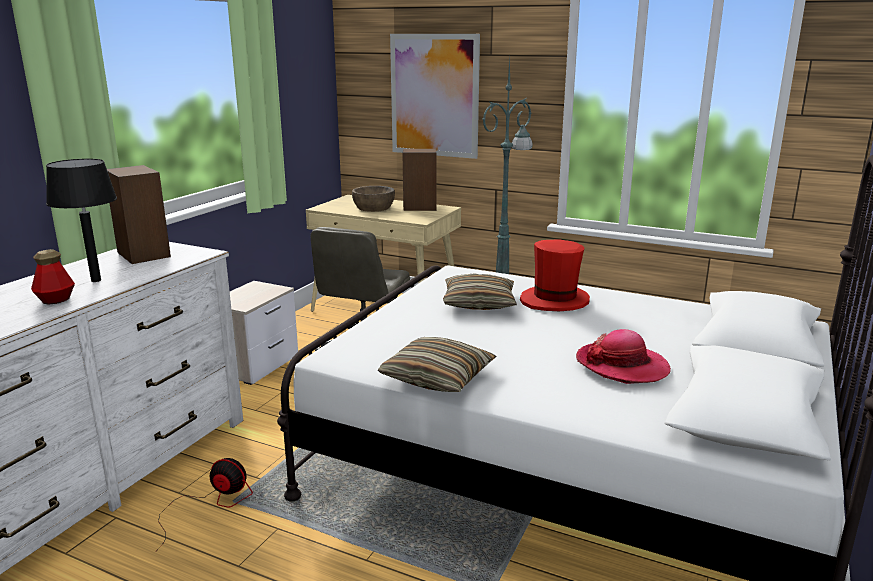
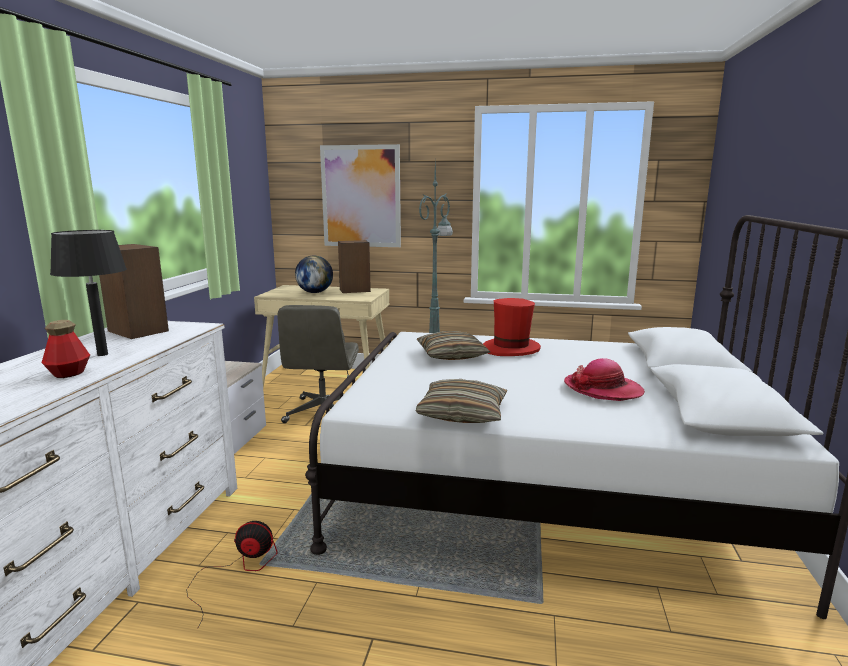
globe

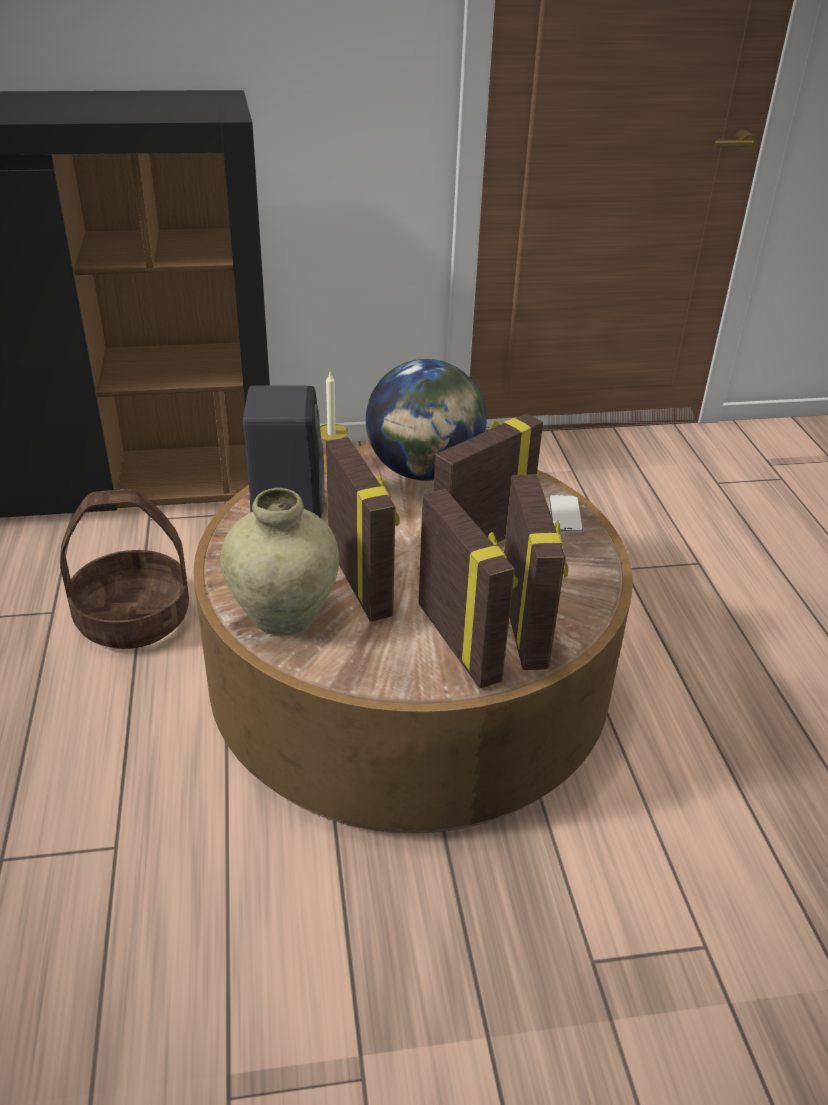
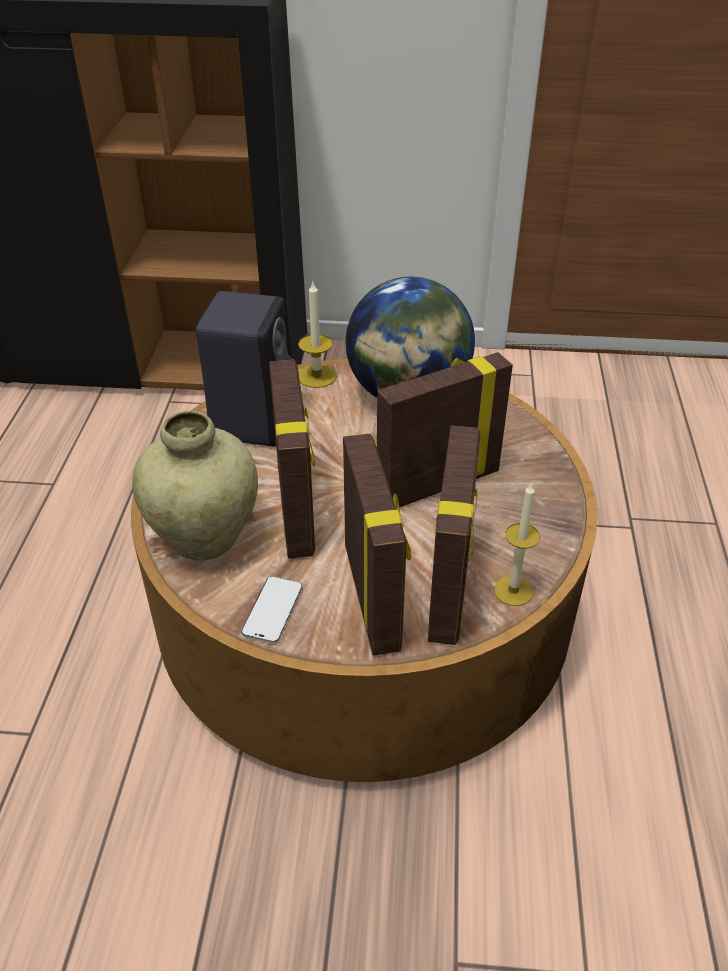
household basket
phone
wax candle (no. 2 from left)

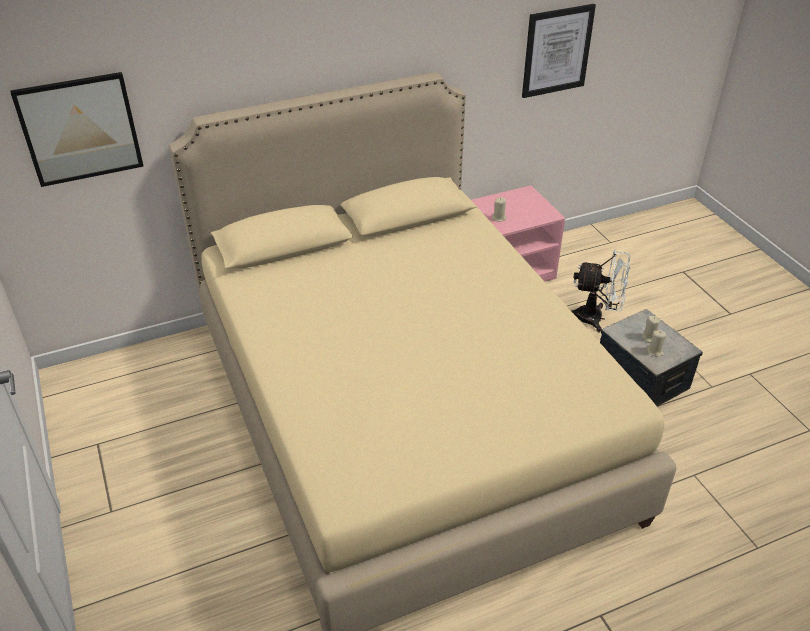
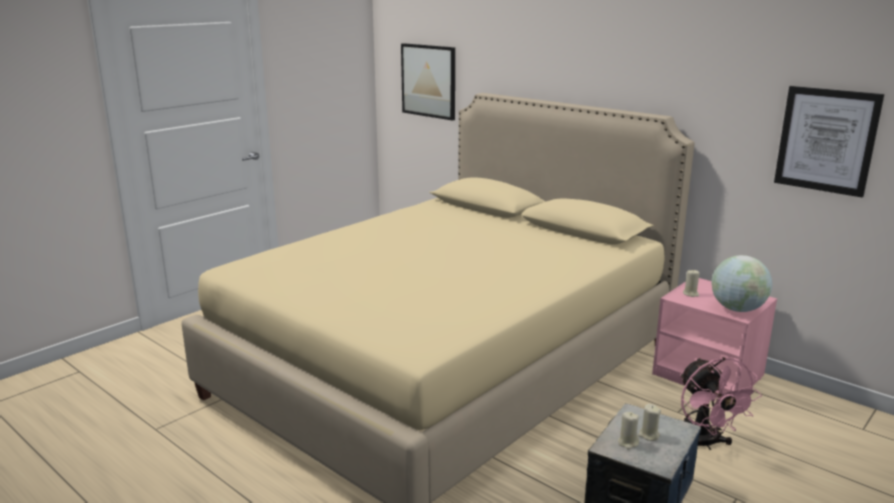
fan in pinkish
globe

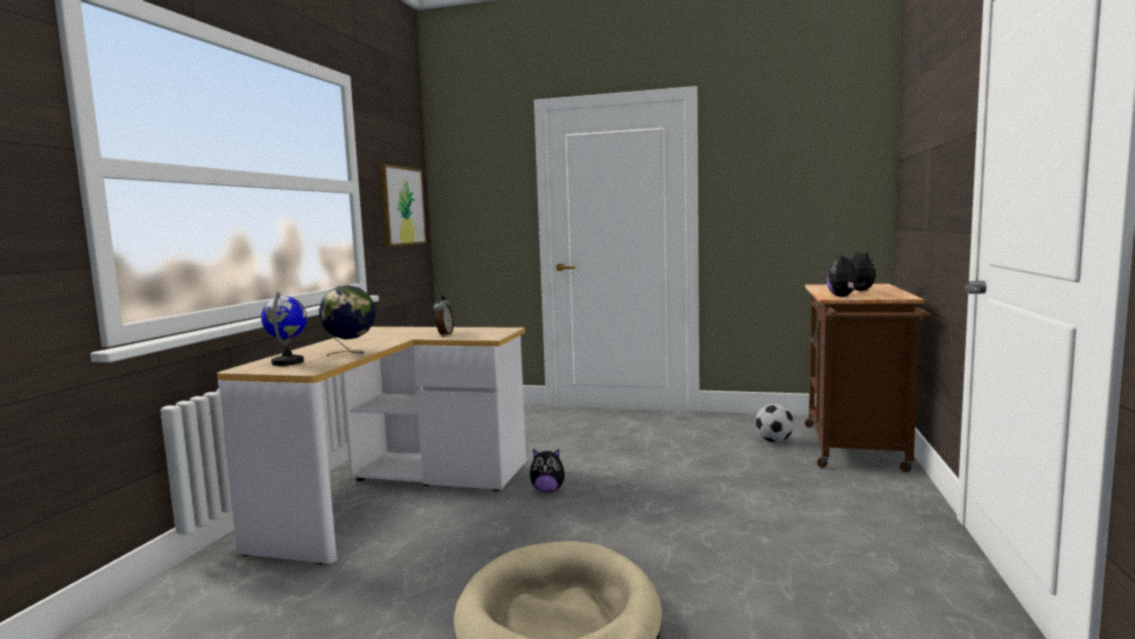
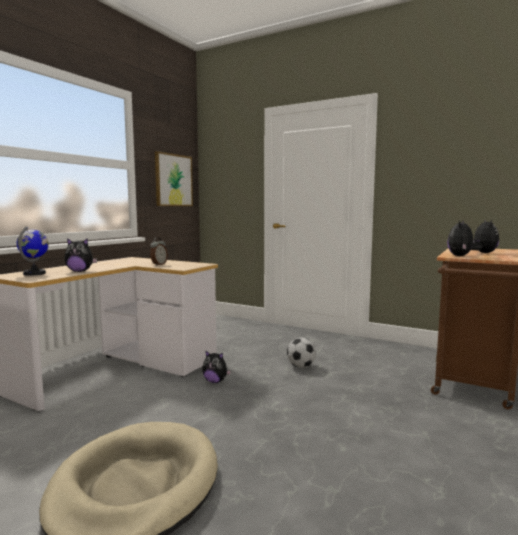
soft toy (no. 1 from left)
football ball

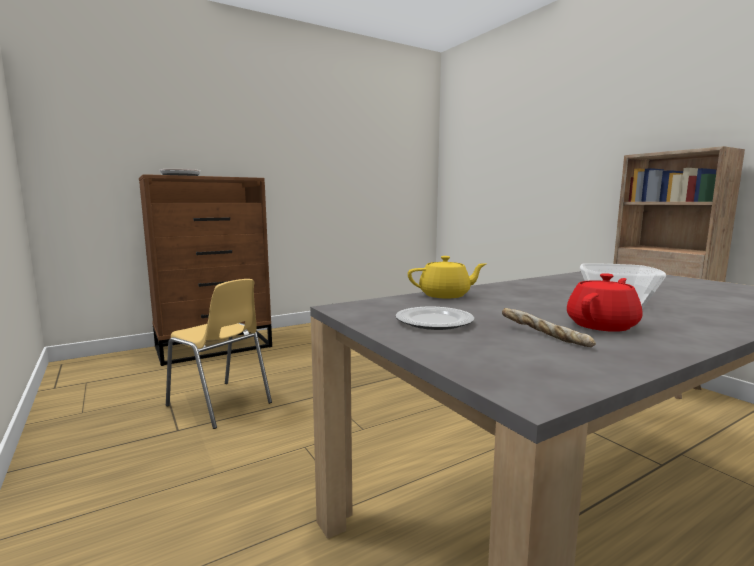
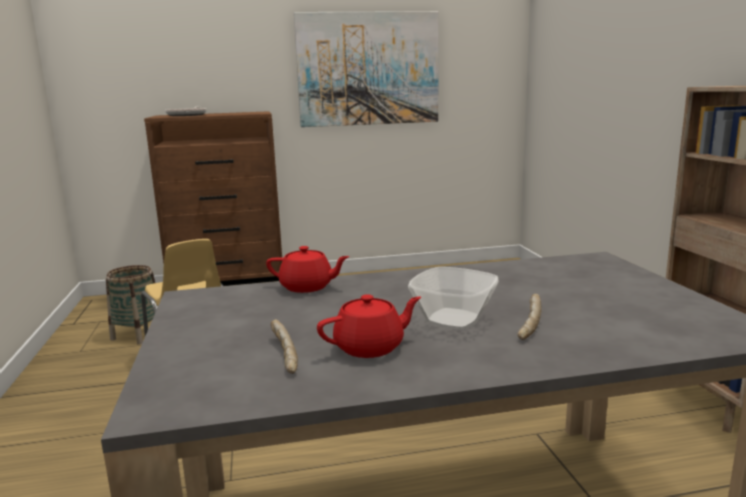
flat dish
pot for tea in red-coloured (no. 1 from left)
household basket
picture
bakery bread (no. 2 from left)

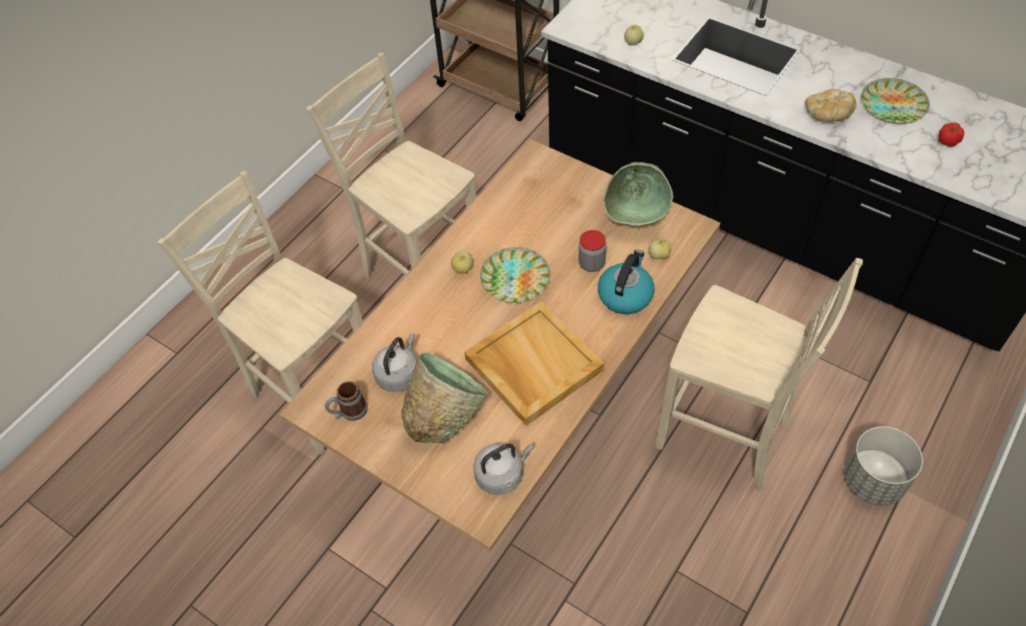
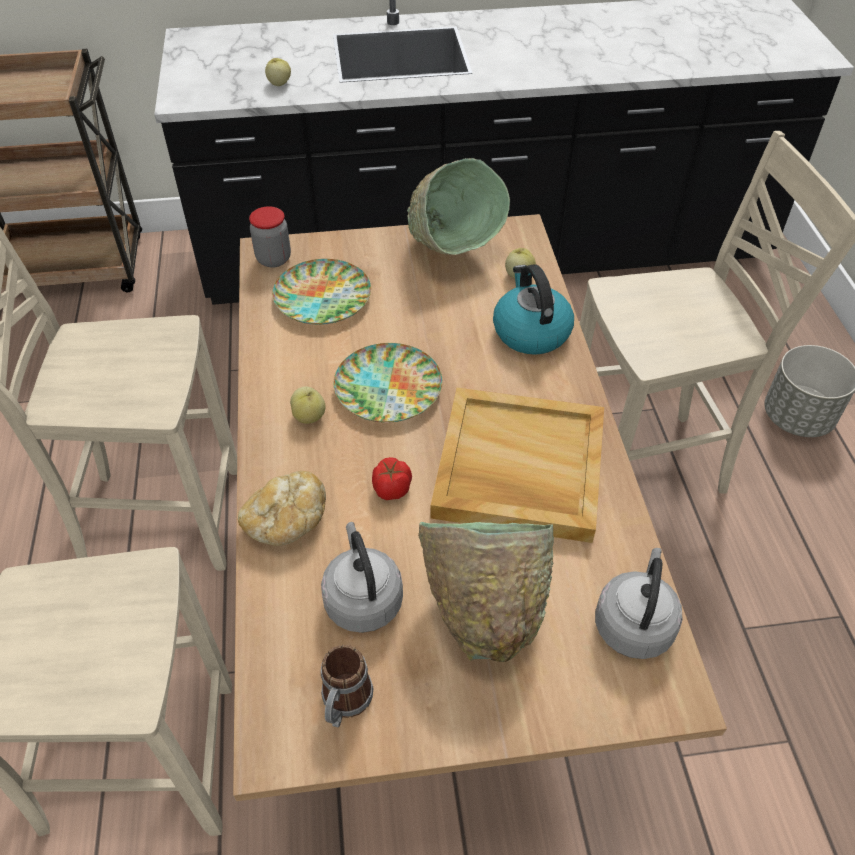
preserve jar
bakery bread
flat dish (no. 1 from left)
tomato

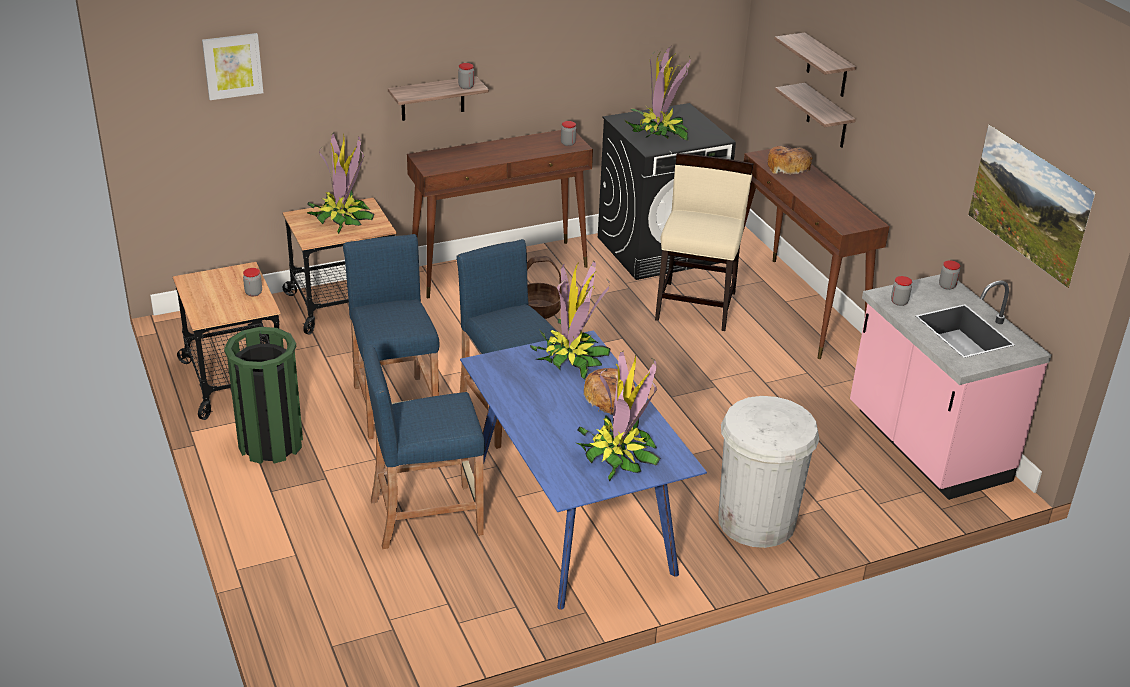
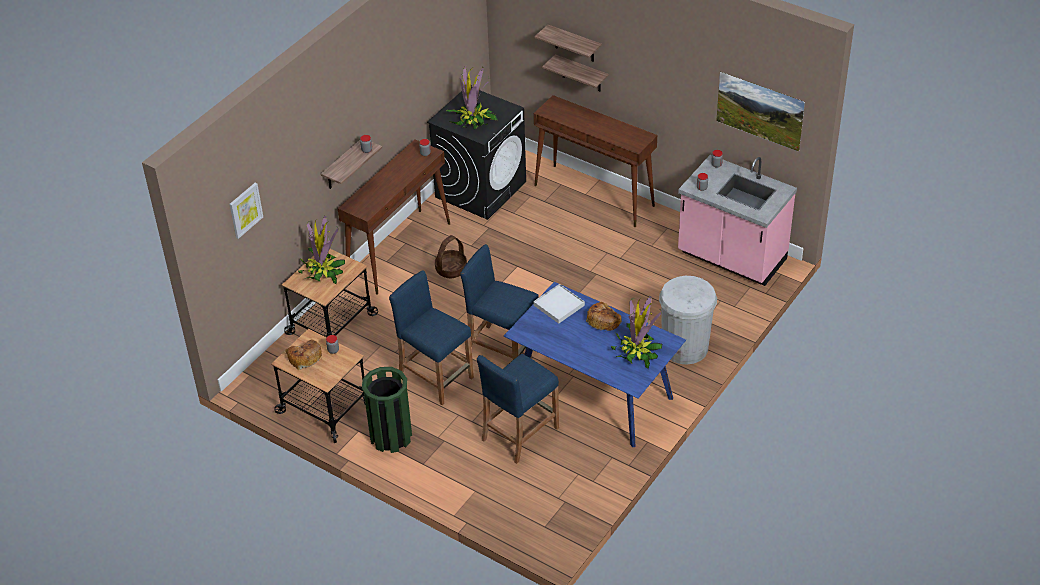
carrying tray in whitish
upright chair in beige-coloured
bakery bread (no. 1 from left)

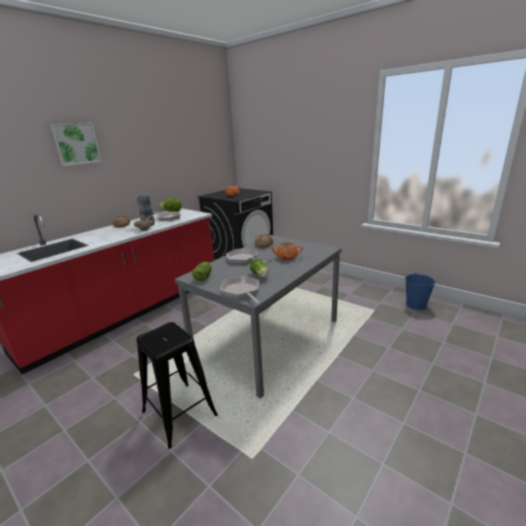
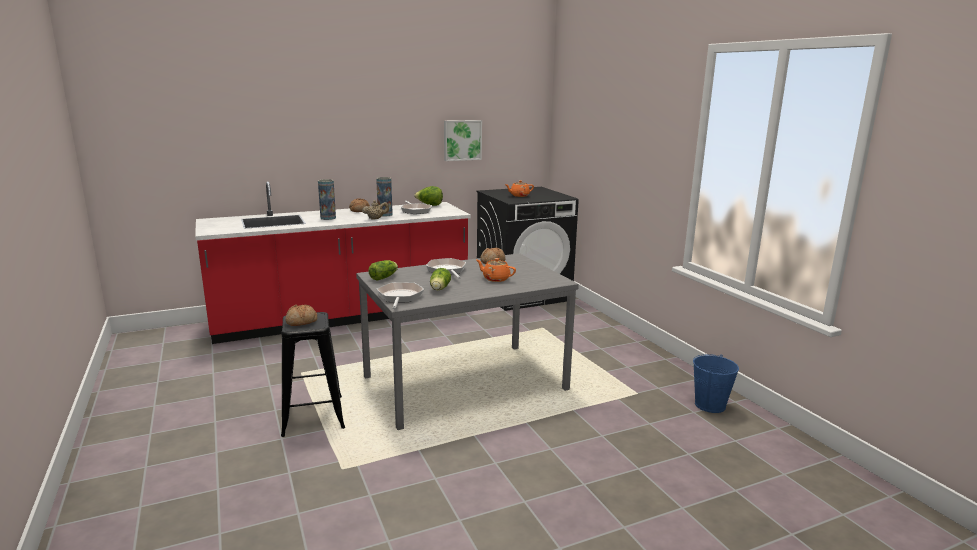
picture
bakery bread (no. 1 from left)
flower vase (no. 1 from left)

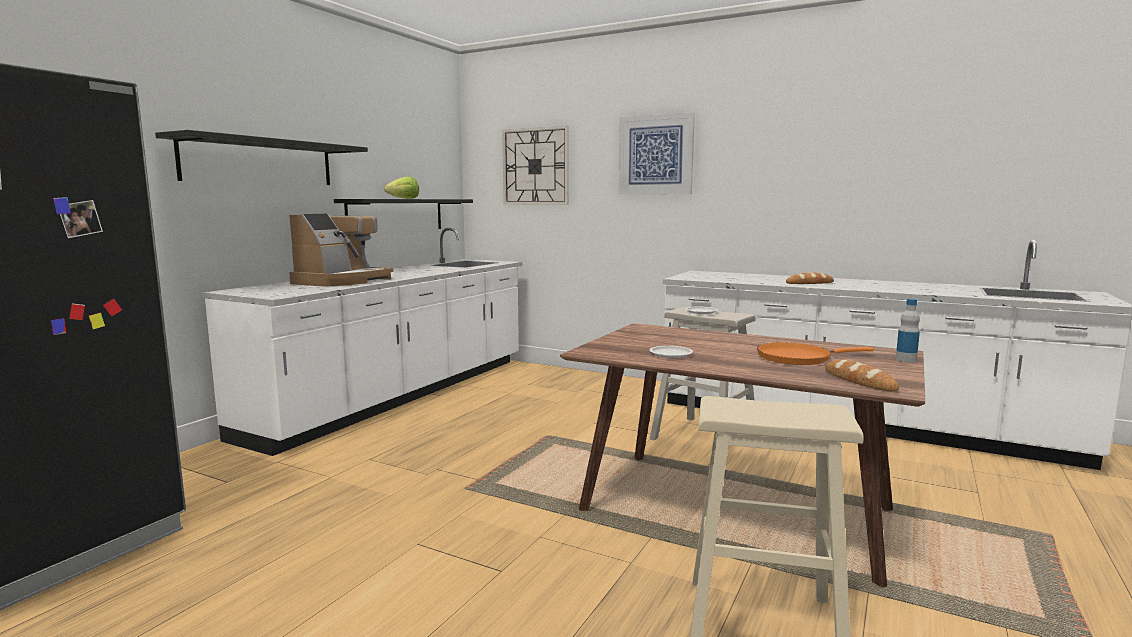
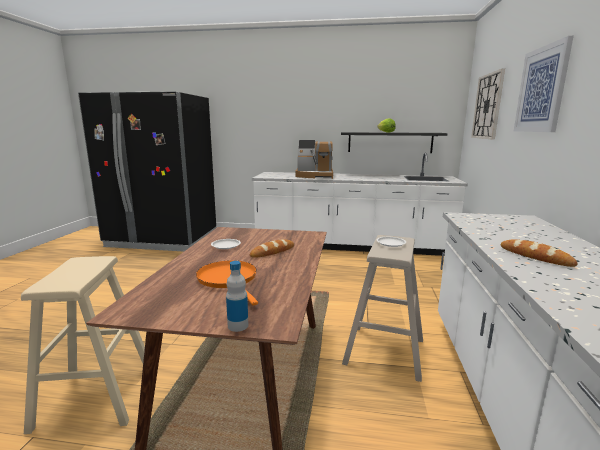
wall shelf in blackish (no. 1 from left in the first image)
bakery bread (no. 1 from left)

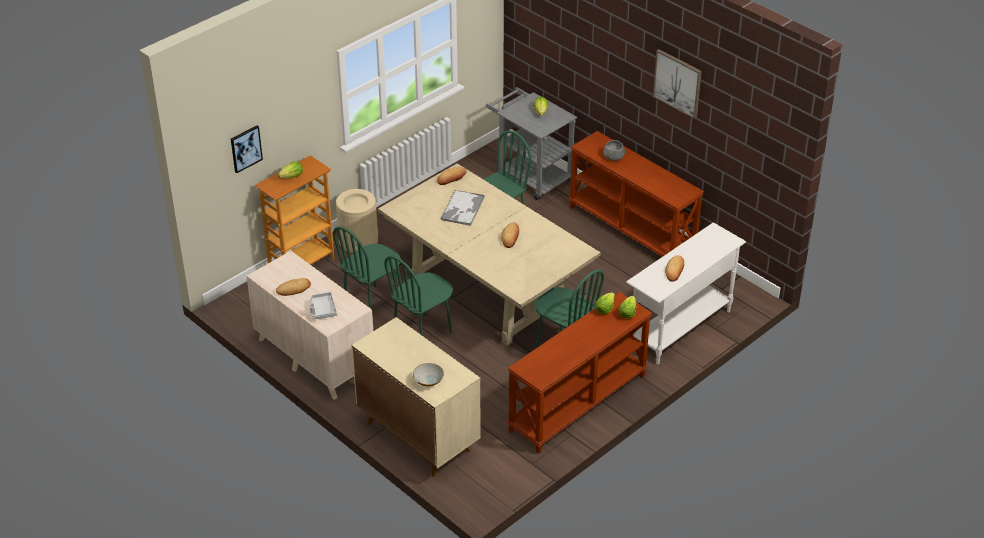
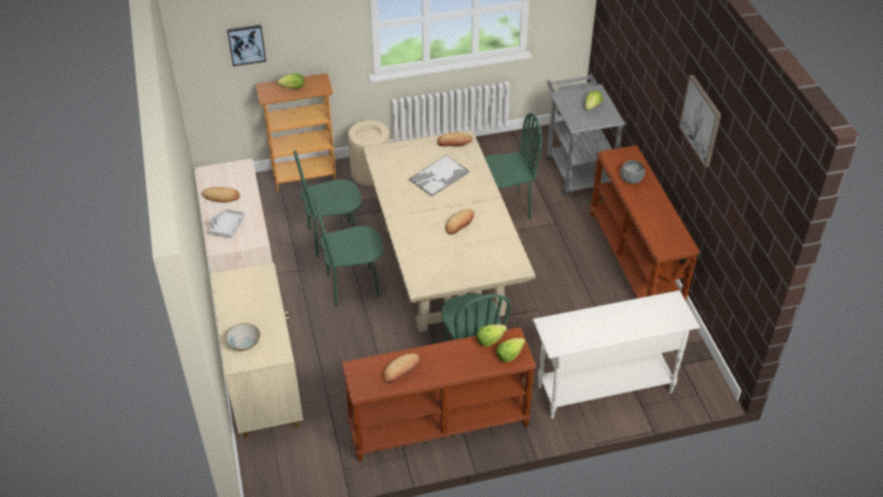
bakery bread (no. 2 from left)

